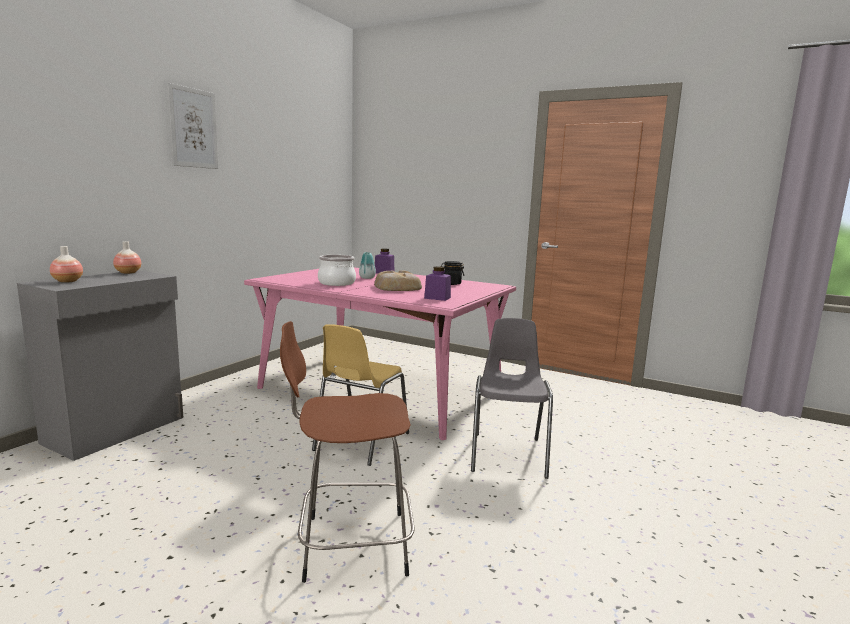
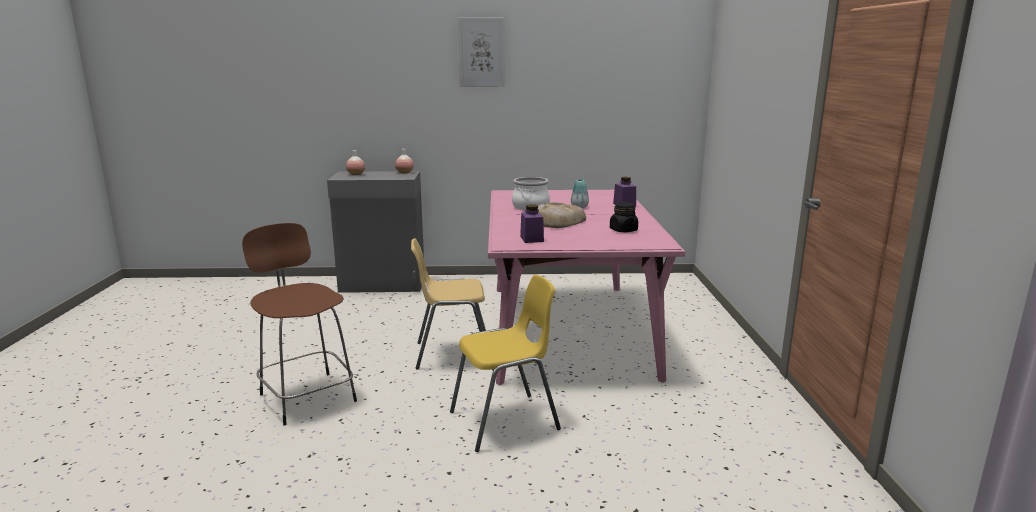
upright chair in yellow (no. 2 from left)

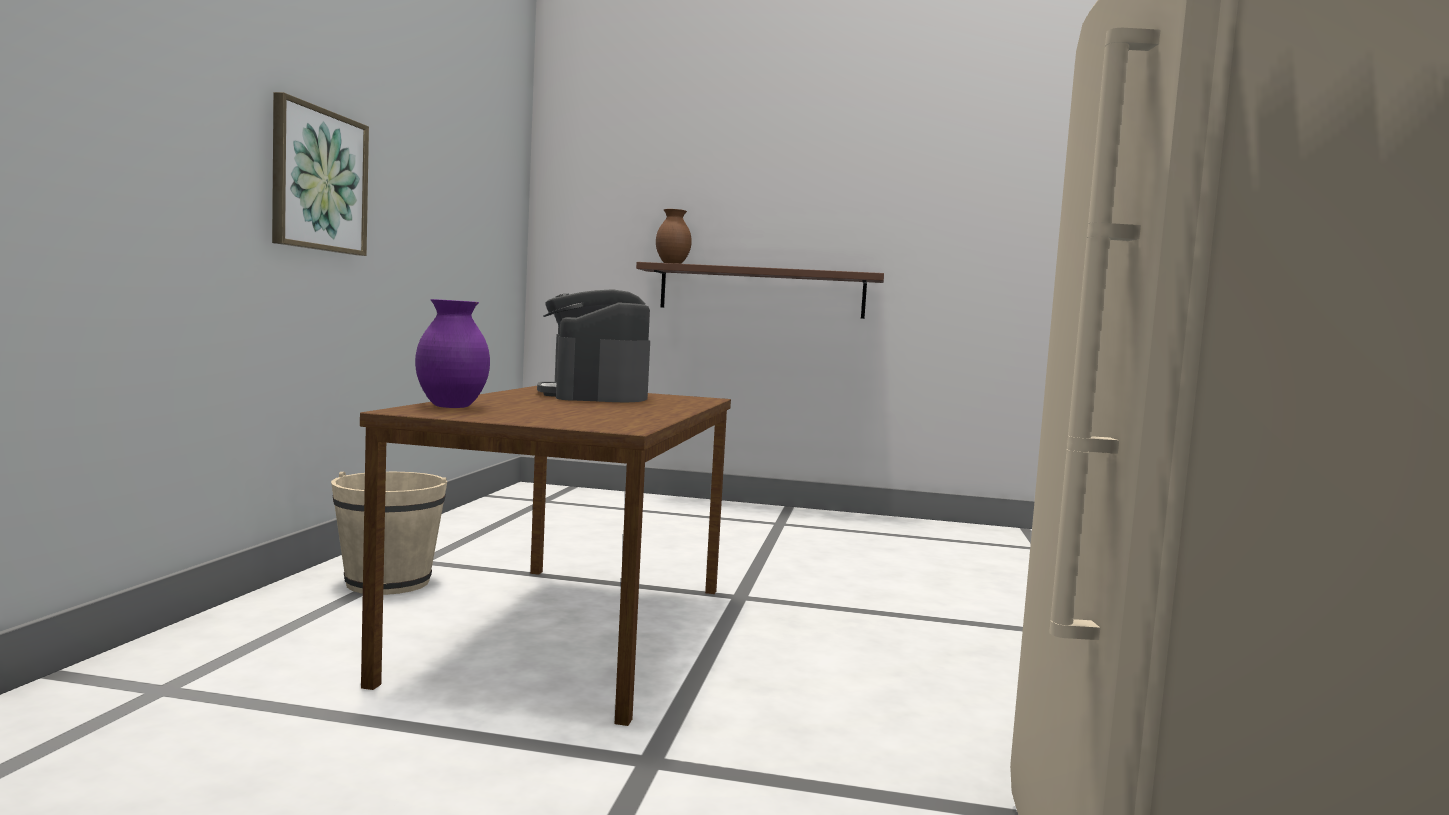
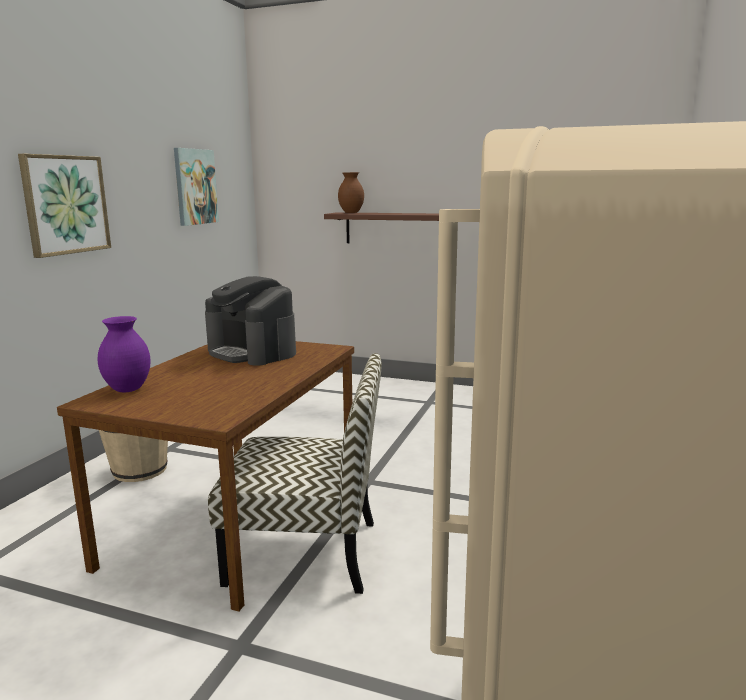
coffee maker
picture (no. 2 from left)
upright chair

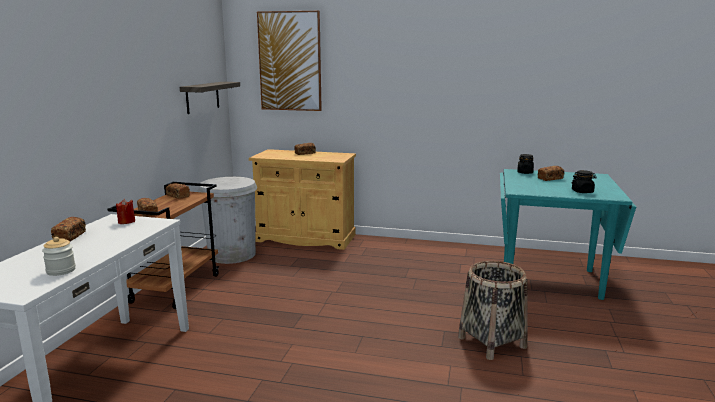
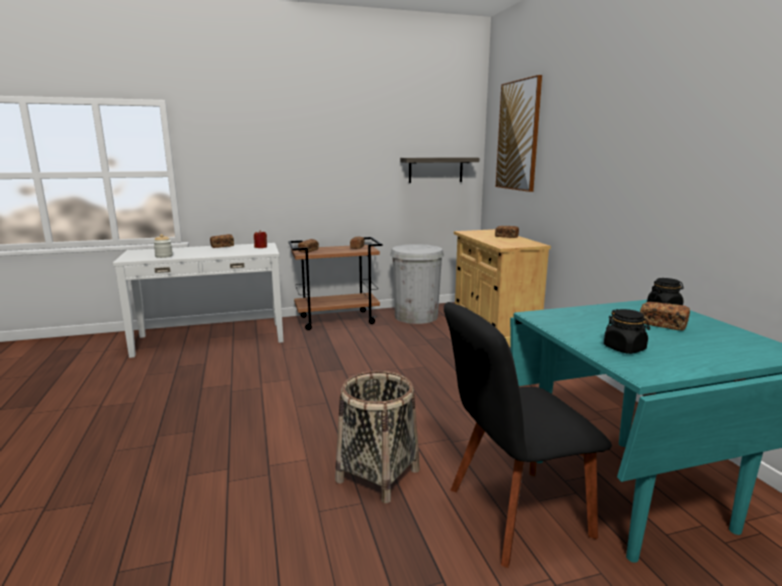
upright chair in blackish

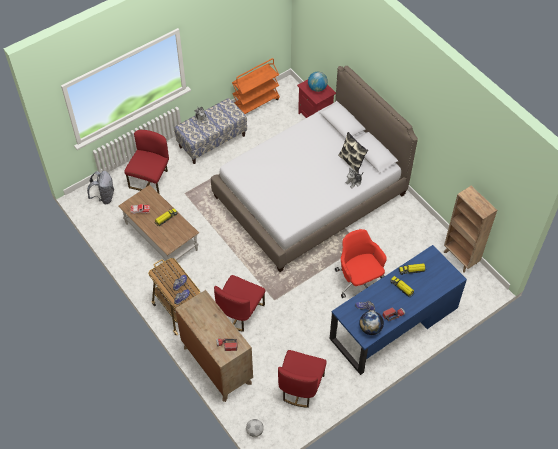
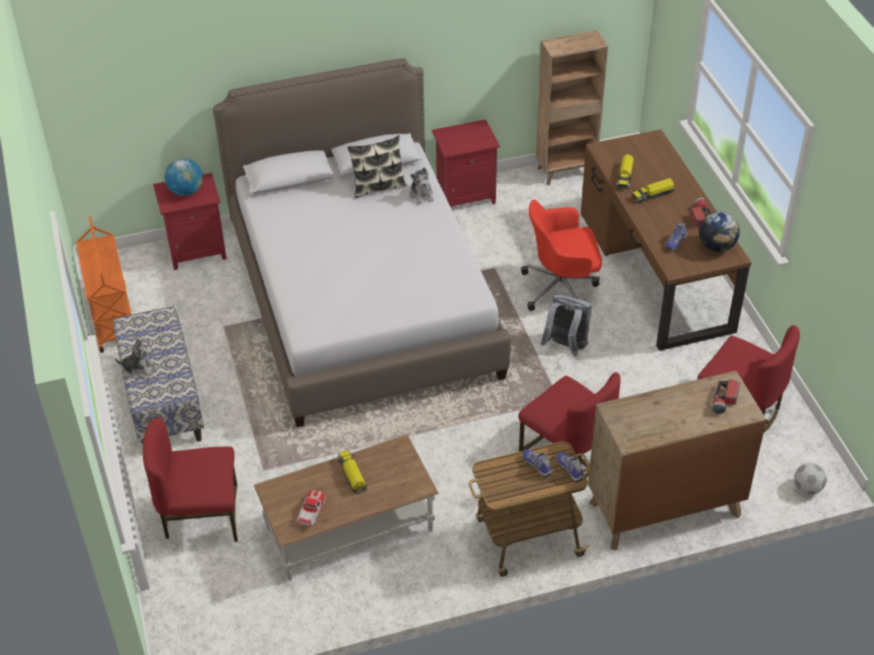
backpack in grey
upright chair in red-coloured (no. 1 from left)
desk table in brown-coloured
nightstand in red-coloured (no. 2 from left)

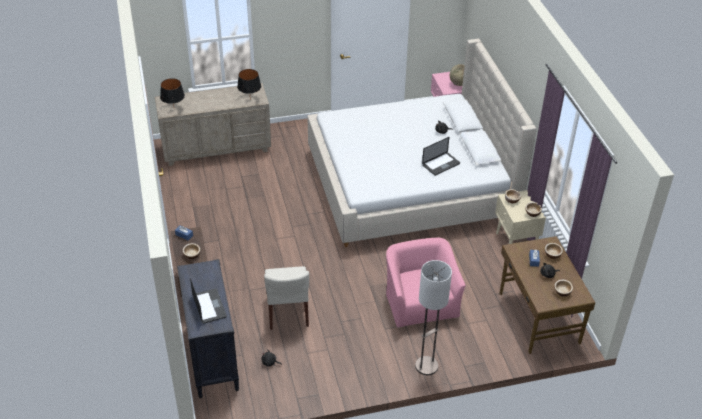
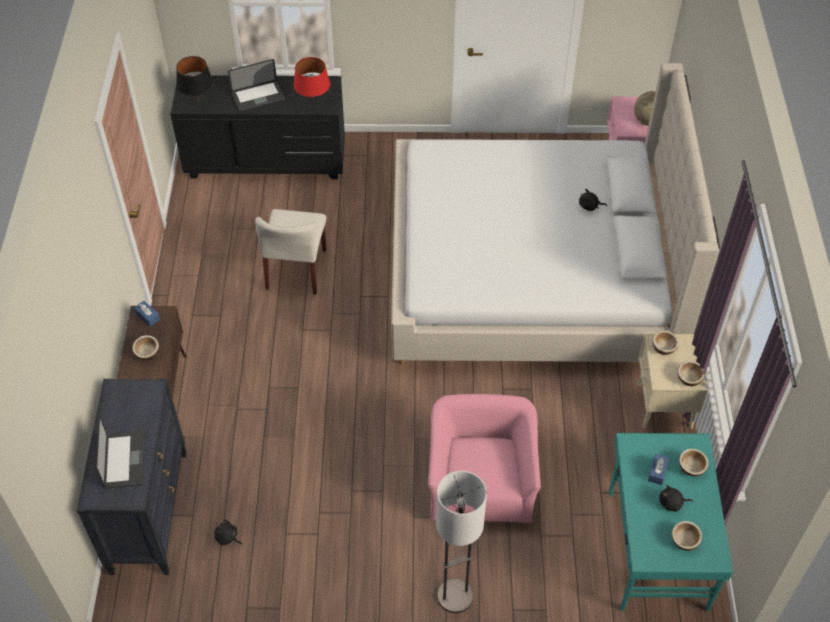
dresser in blackish (no. 2 from left)
lamp for a table in red-coloured
upright chair in beige-coloured
portable computer (no. 2 from left)
desk table in turquoise-coloured

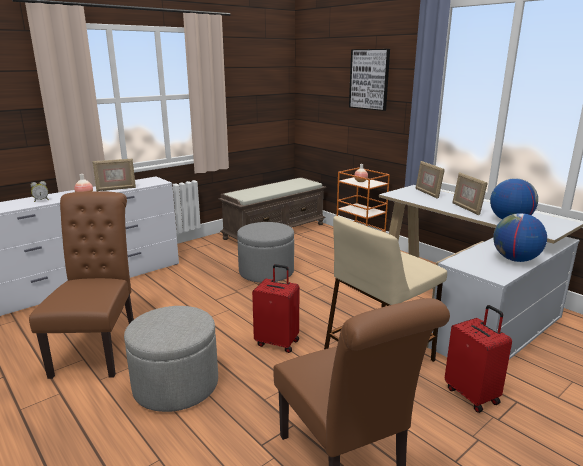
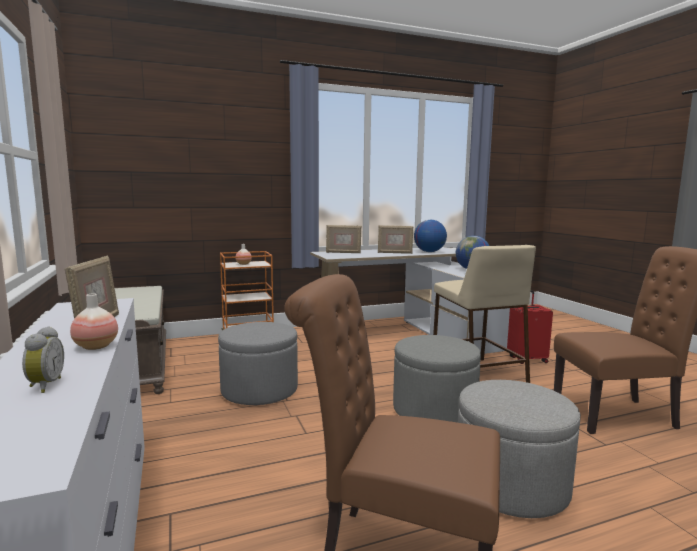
ottoman in grey (no. 2 from left)
picture

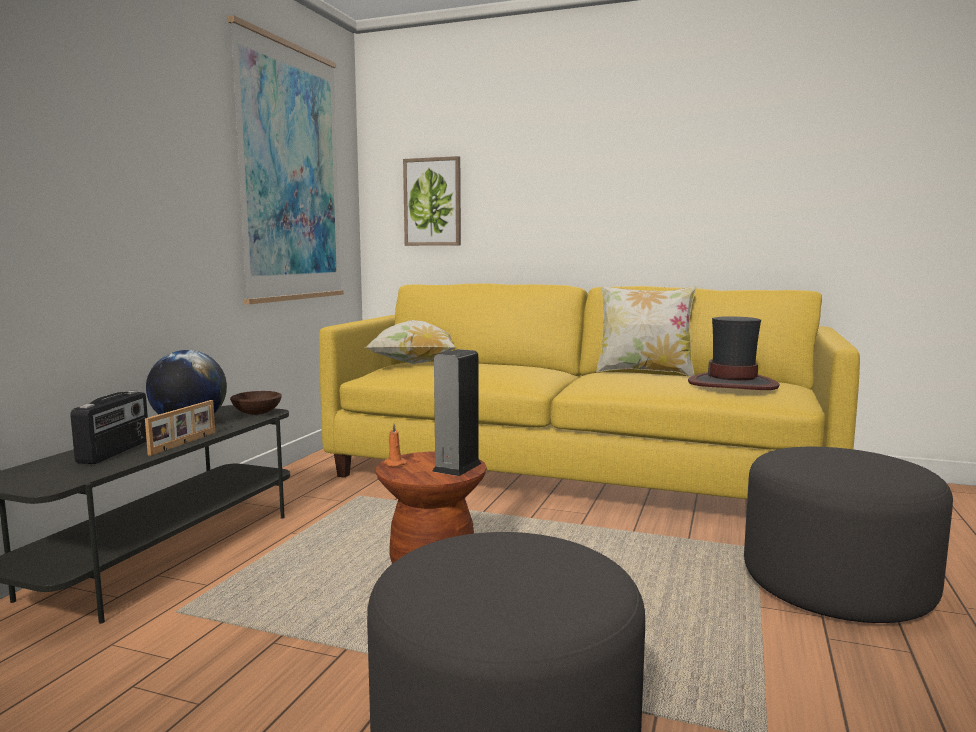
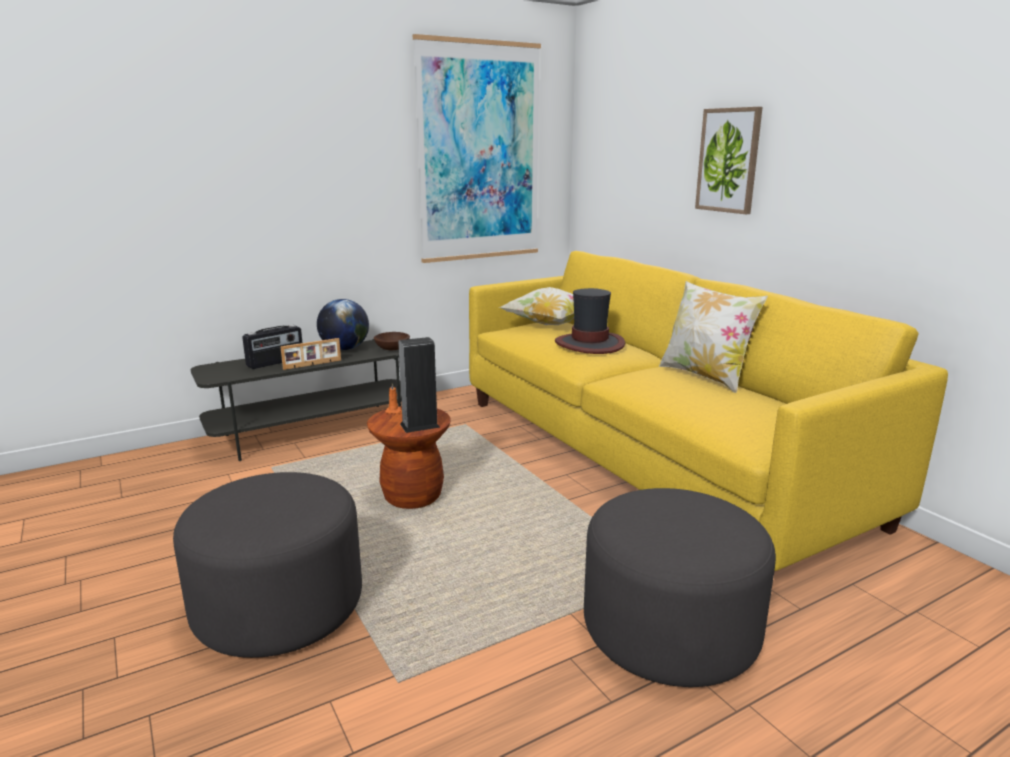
picture (no. 2 from left)
clothing hat

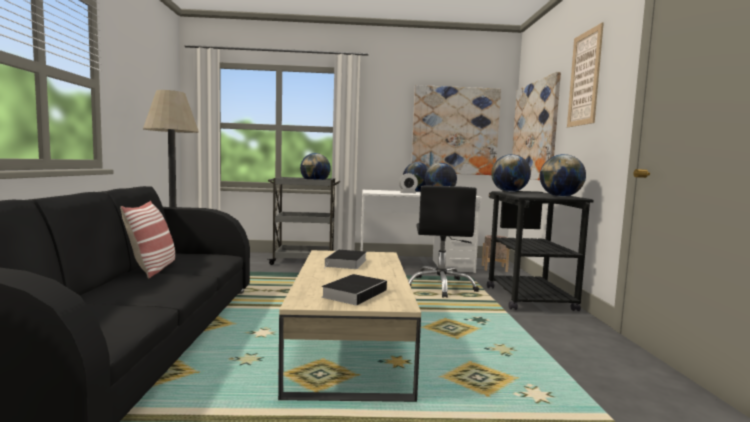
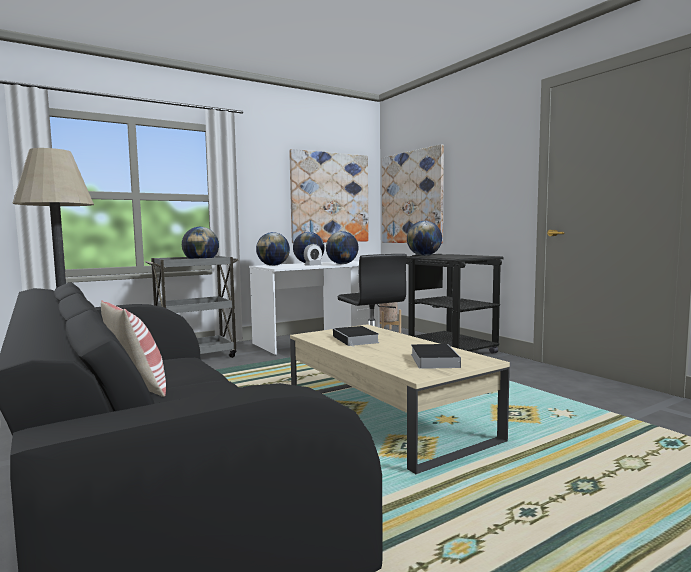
globe (no. 2 from left)
picture (no. 3 from left in the first image)

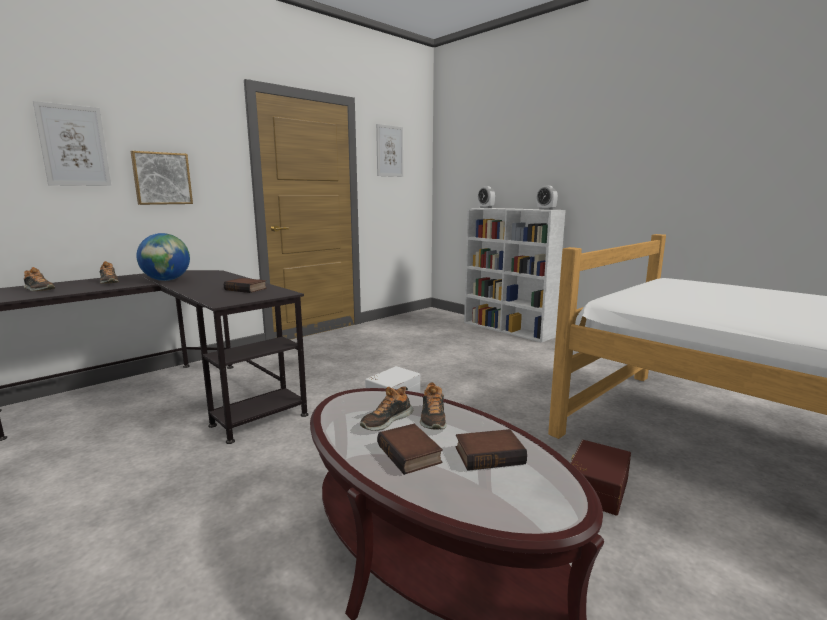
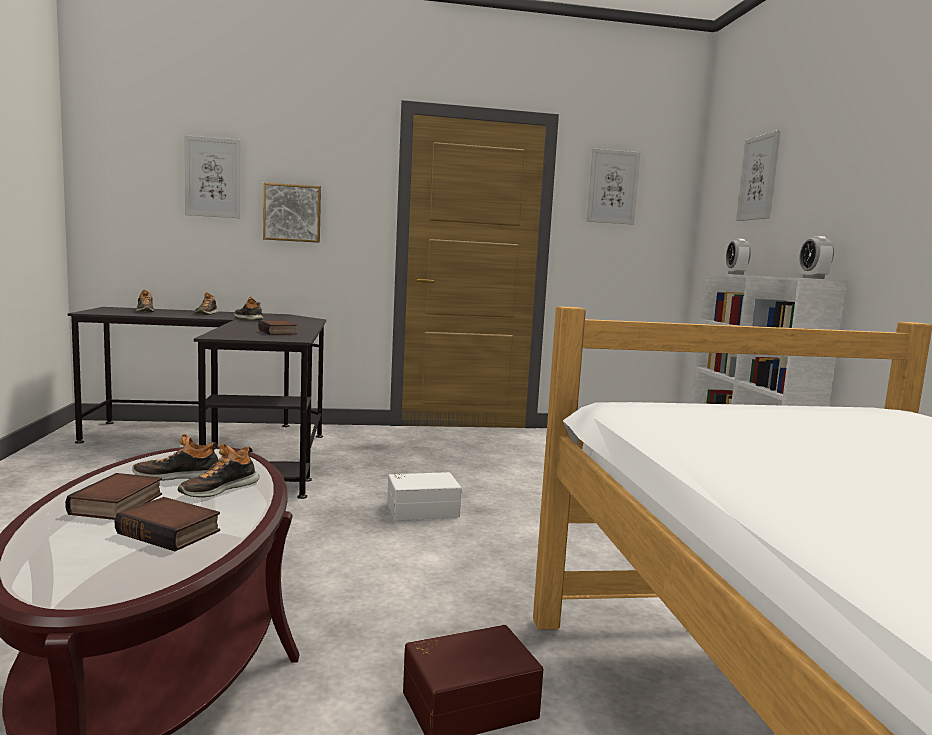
low shoe (no. 5 from left)
picture (no. 4 from left)

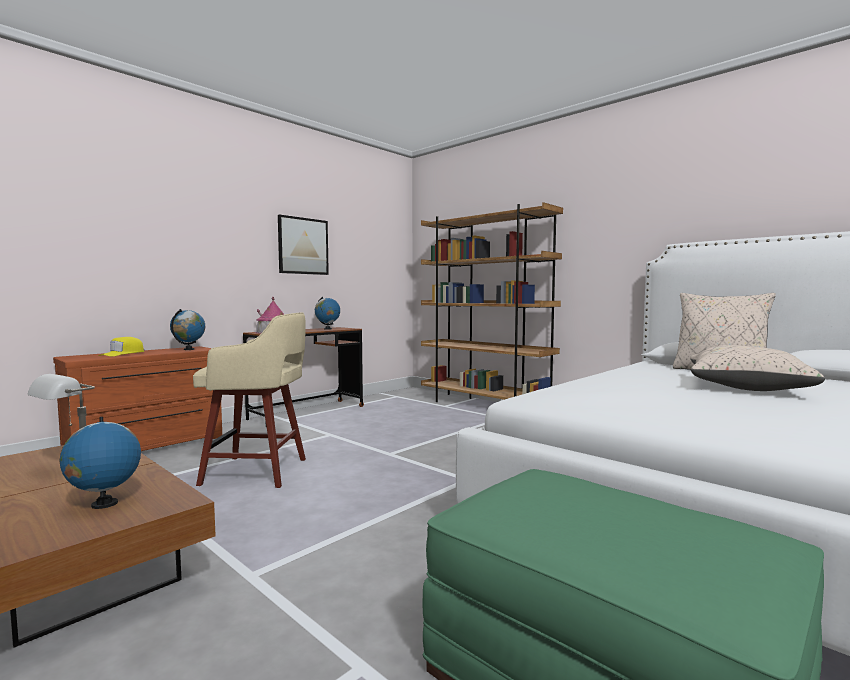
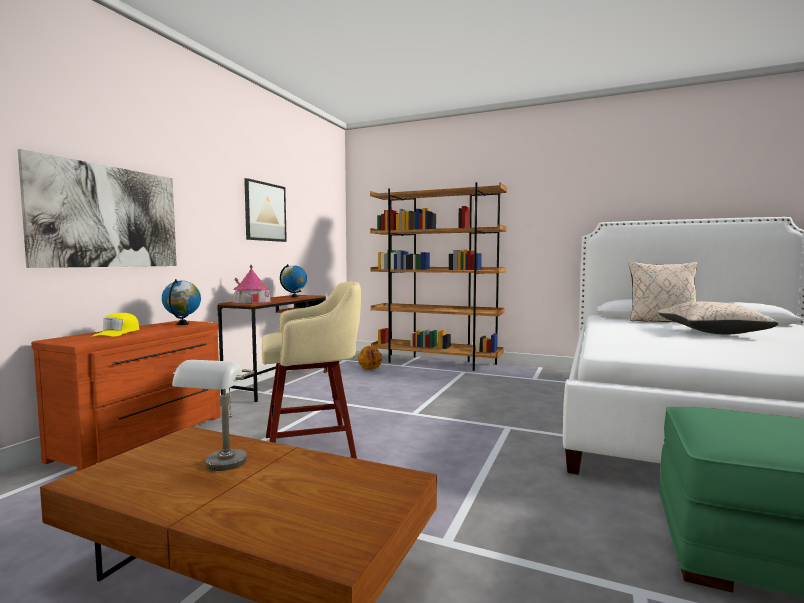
globe (no. 1 from left in the first image)
picture (no. 1 from left)
basketball

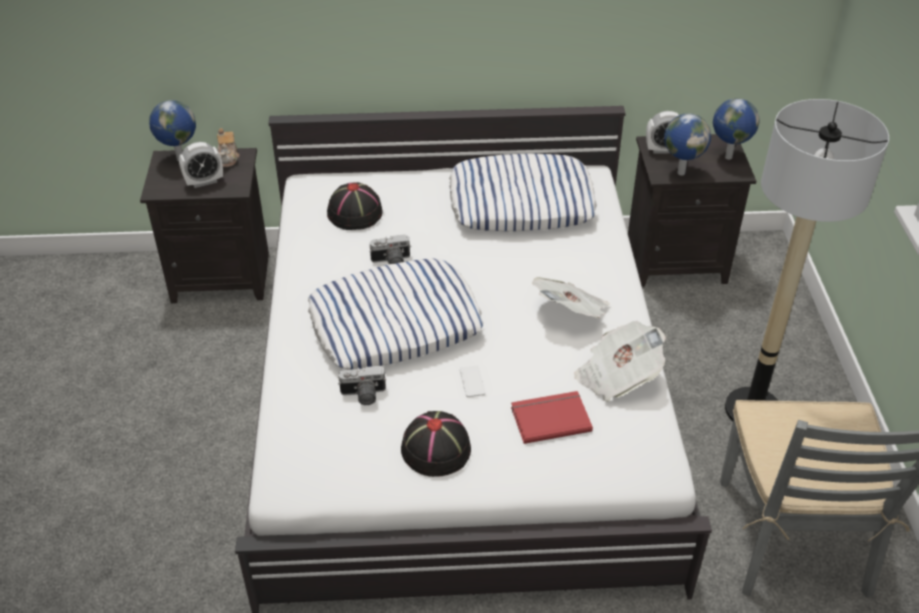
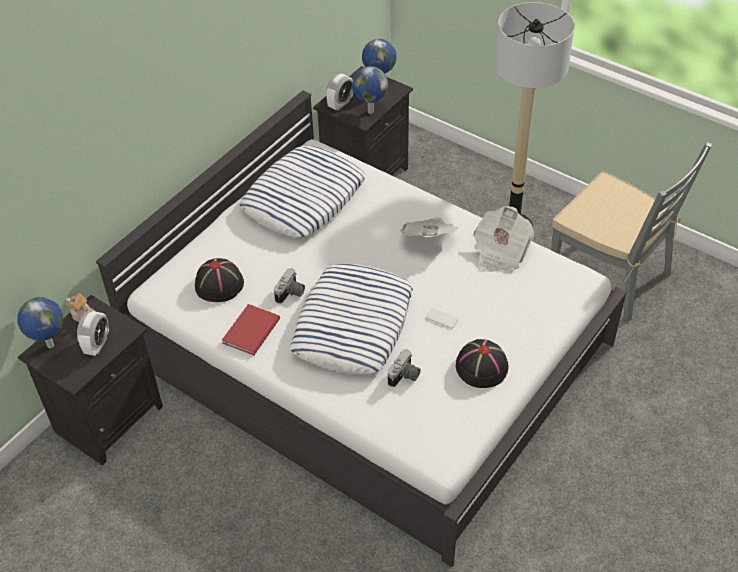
bound book in red-coloured

